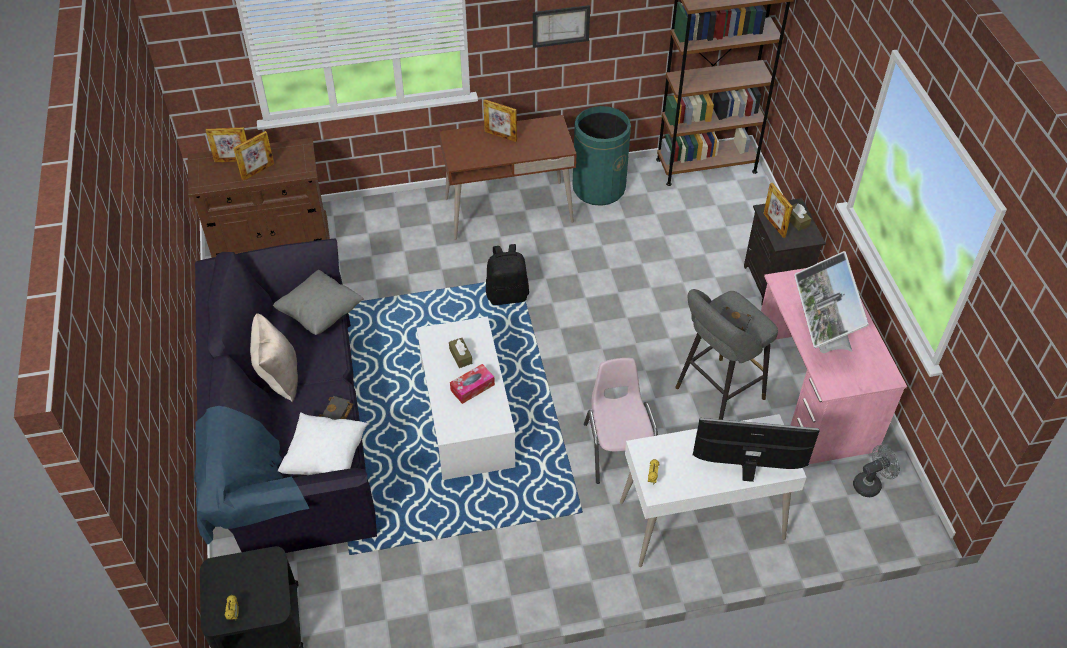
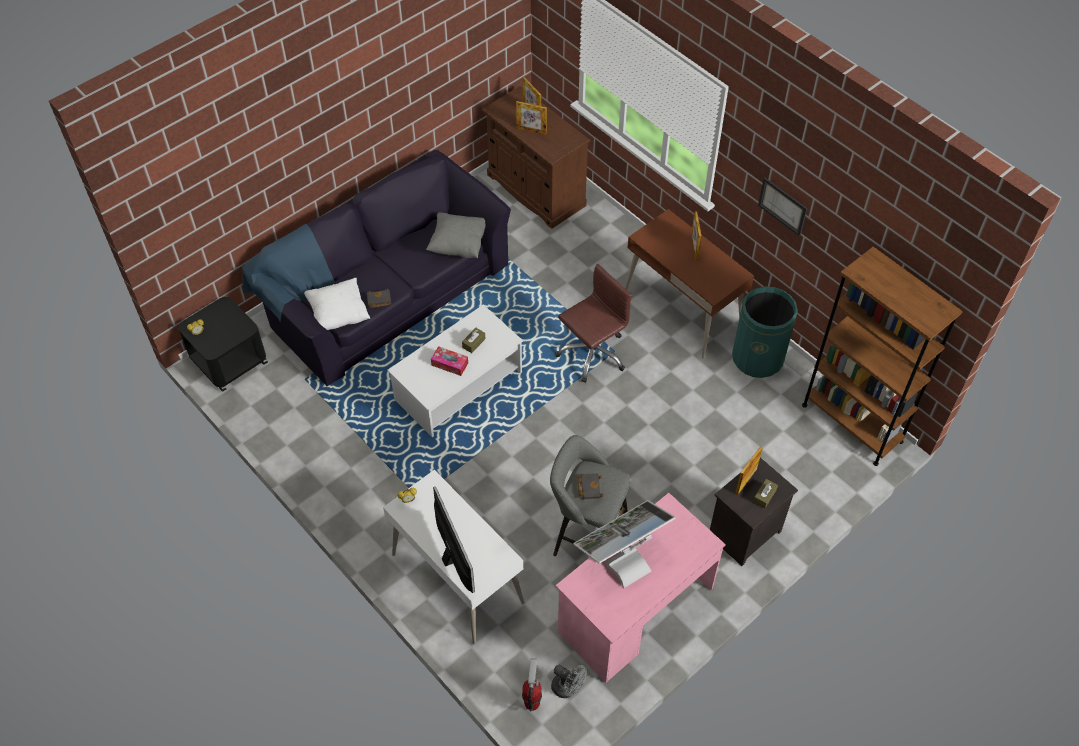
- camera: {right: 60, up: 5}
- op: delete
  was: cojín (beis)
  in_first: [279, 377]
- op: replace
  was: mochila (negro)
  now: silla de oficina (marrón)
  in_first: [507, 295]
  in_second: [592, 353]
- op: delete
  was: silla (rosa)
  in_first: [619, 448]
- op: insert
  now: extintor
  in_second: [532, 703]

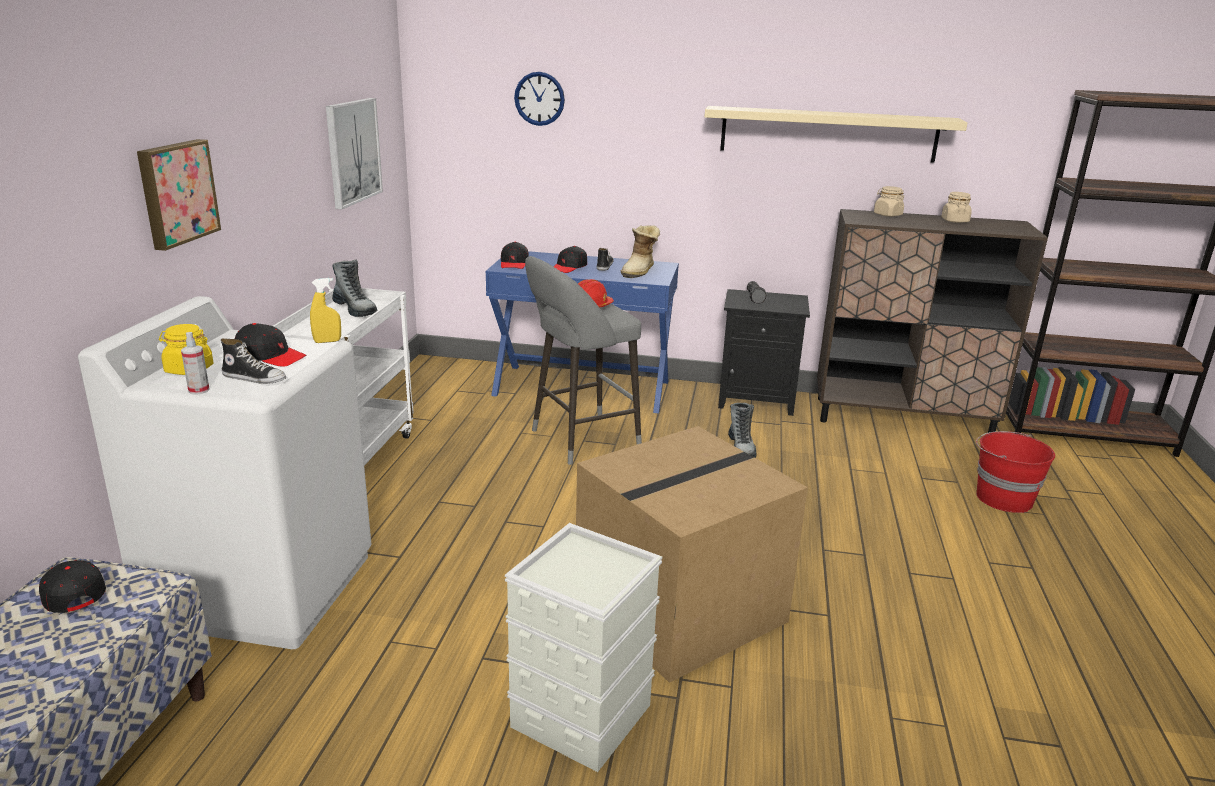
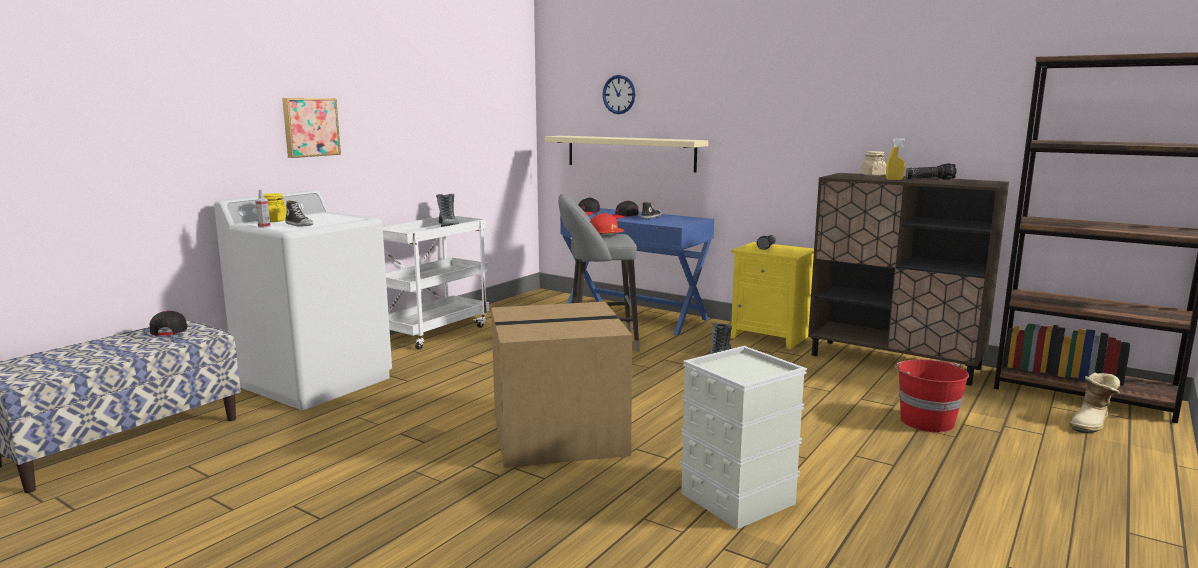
- camera: {right: 25, up: -10}
- op: delete
  was: gorra (negro)
  in_first: [270, 356]
- op: move
  was: pulverizador (amarillo)
  in_first: [327, 341]
  in_second: [894, 179]
- op: delete
  was: cuadro
  in_first: [352, 151]
- op: move
  was: caja de almacenaje (gris)
  in_first: [582, 717]
  in_second: [737, 499]
- op: move
  was: bota
  in_first: [640, 271]
  in_second: [1092, 424]
- op: move
  was: estante (beis)
  in_first: [828, 134]
  in_second: [630, 153]
- op: recolor
  was: mesita de noche (negro)
  now: mesita de noche (amarillo)
  in_first: [757, 399]
  in_second: [771, 337]
- op: replace
  was: tarro (beis)
  now: linterna
  in_first: [954, 221]
  in_second: [930, 179]

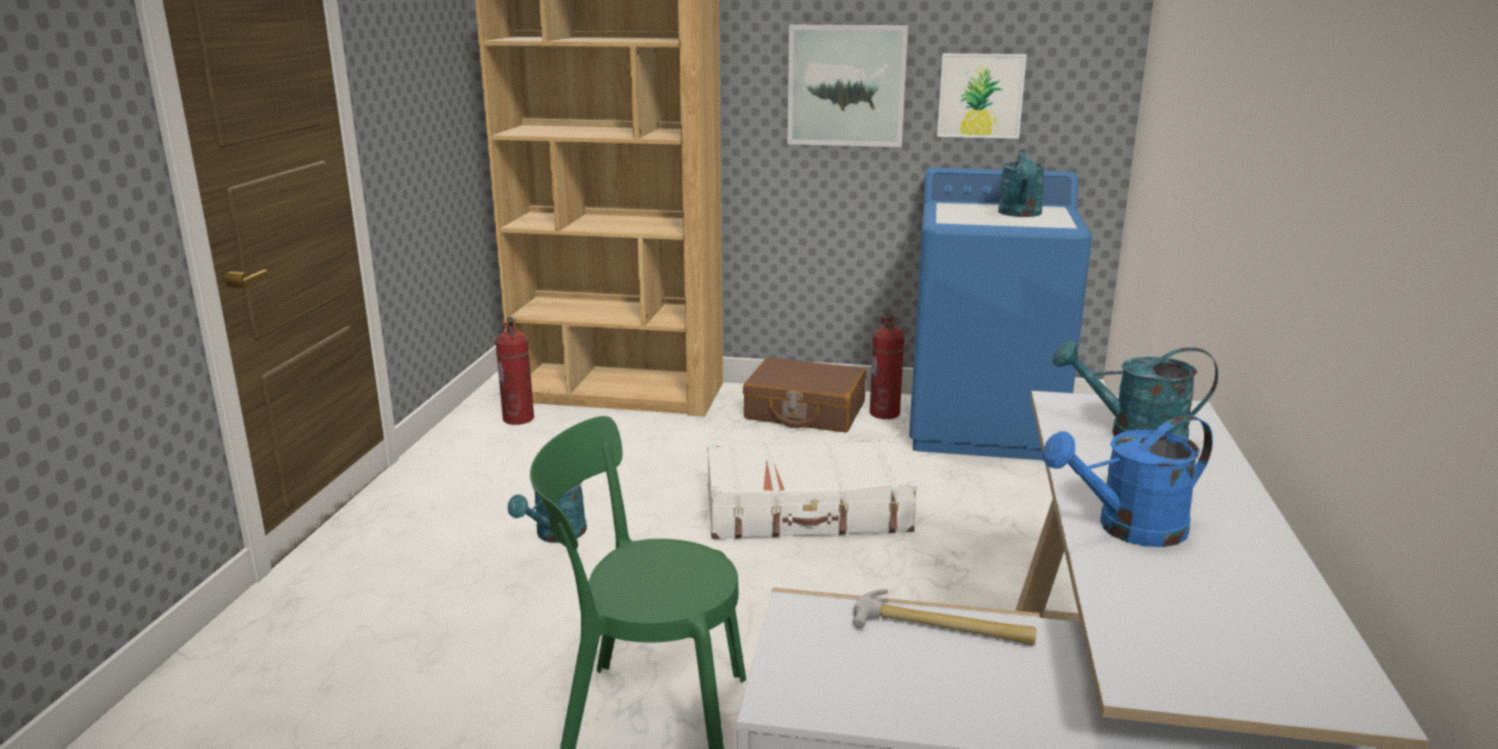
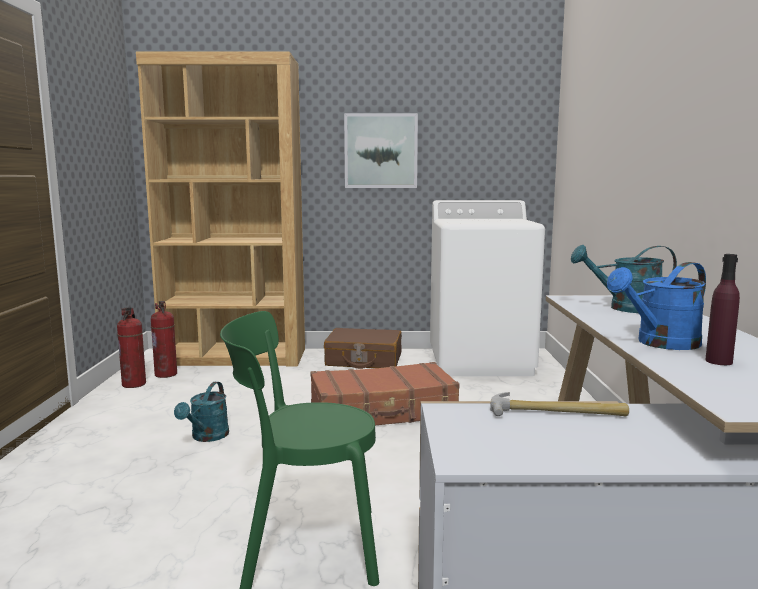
- camera: {right: -10, up: -10}
- op: recolor
  was: maleta (blanco)
  now: maleta (marrón)
  in_first: [807, 511]
  in_second: [383, 411]
- op: move
  was: extintor
  in_first: [885, 413]
  in_second: [134, 384]
- op: recolor
  was: lavadora (azul)
  now: lavadora (blanco)
  in_first: [984, 426]
  in_second: [481, 361]
- op: delete
  was: cuadro
  in_first: [980, 95]
- op: delete
  was: regadera (turquesa)
  in_first: [1020, 214]
- op: insert
  now: botella (morado)
  in_second: [718, 361]

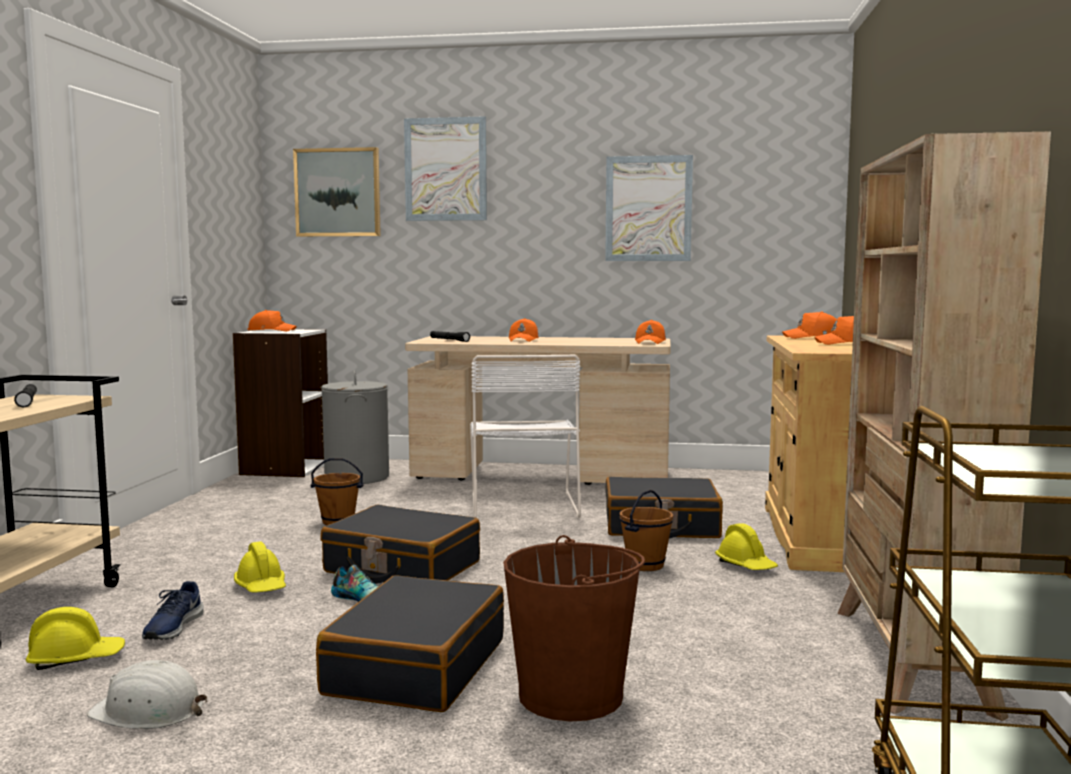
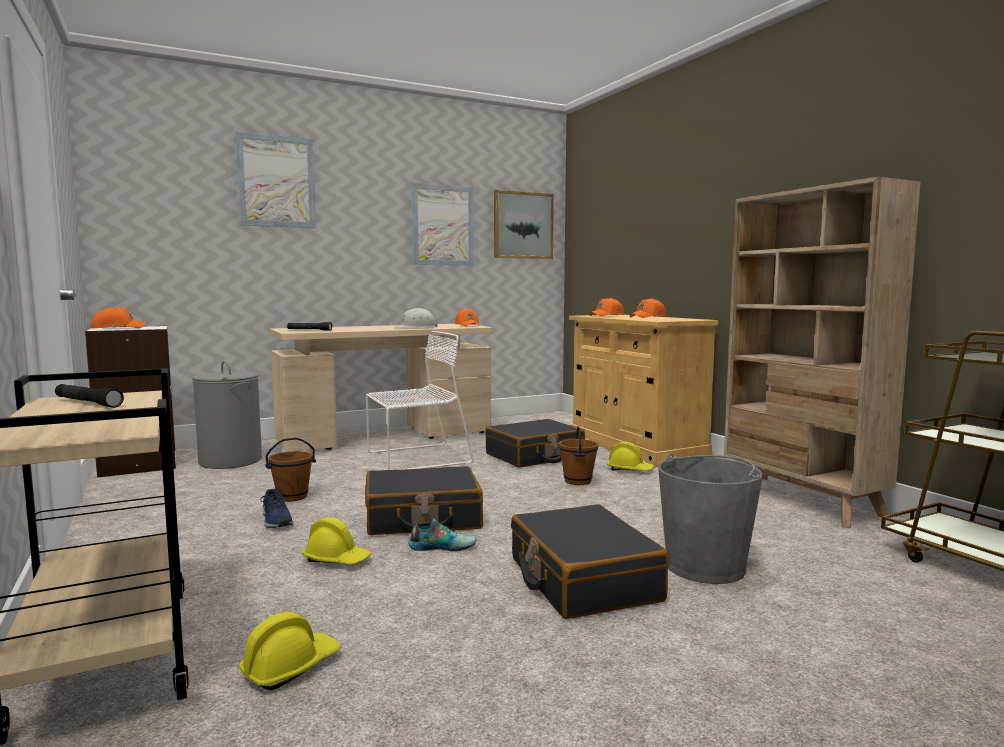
- camera: {right: -35, up: 0}
- op: move
  was: casco (blanco)
  in_first: [148, 711]
  in_second: [416, 328]
- op: move
  was: zapato (azul)
  in_first: [172, 627]
  in_second: [276, 521]
- op: move
  was: cuadro
  in_first: [338, 192]
  in_second: [523, 225]
- op: rotate
  was: silla (blanco)
  in_first: [523, 504]
  in_second: [415, 458]
  clockwise: -75
- op: recolor
  was: cubo (marrón)
  now: cubo (gris)
  in_first: [572, 695]
  in_second: [705, 566]
- op: delete
  was: gorra (naranja)
  in_first: [524, 340]

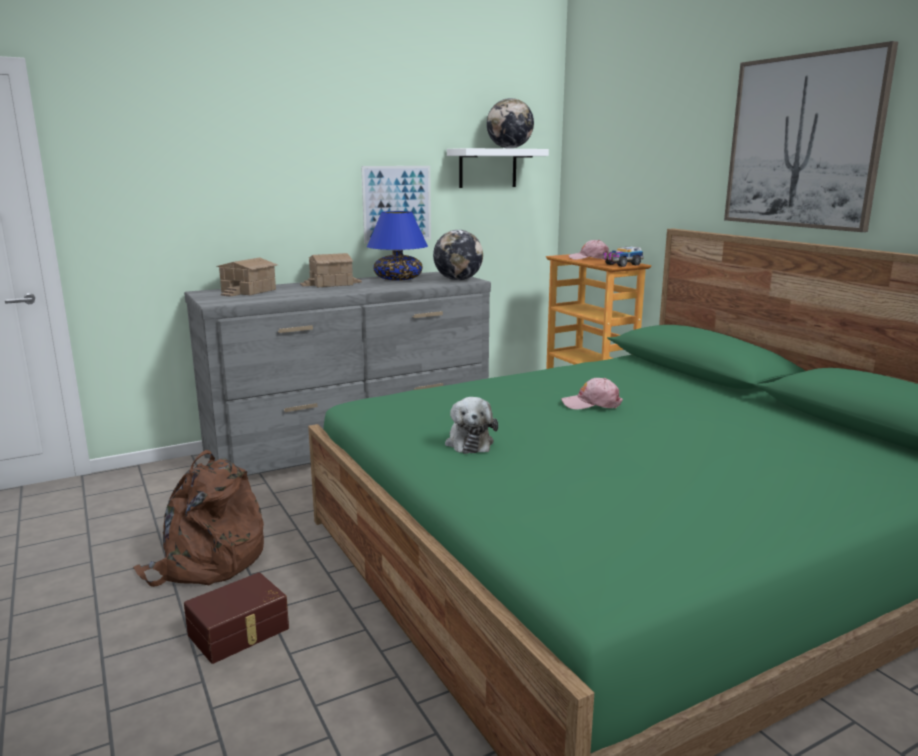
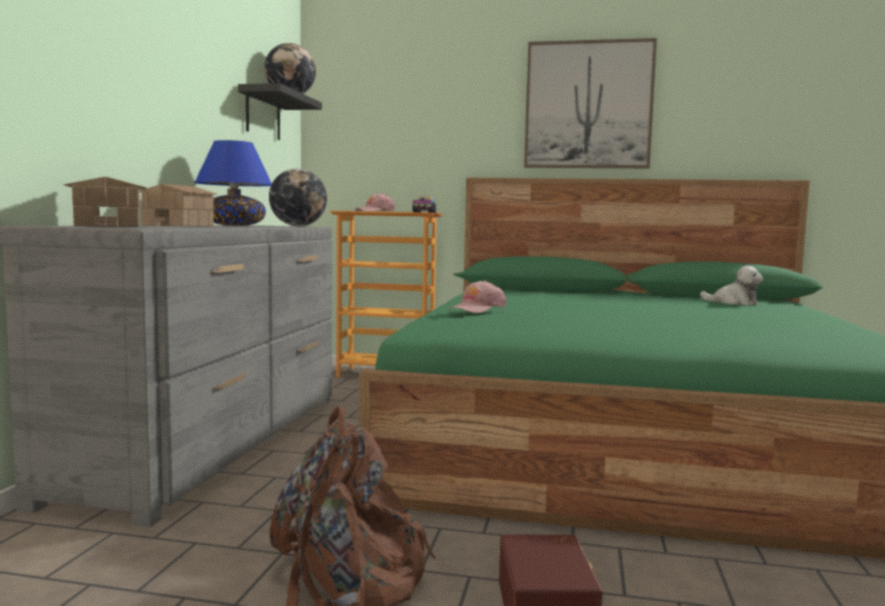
- camera: {right: -50, up: -10}
- op: delete
  was: cuadro
  in_first: [397, 204]
- op: move
  was: peluche
  in_first: [469, 442]
  in_second: [734, 303]
- op: recolor
  was: estante (blanco)
  now: estante (negro)
  in_first: [487, 168]
  in_second: [263, 115]
- op: move
  was: gorra (rosa)
  in_first: [591, 404]
  in_second: [477, 309]

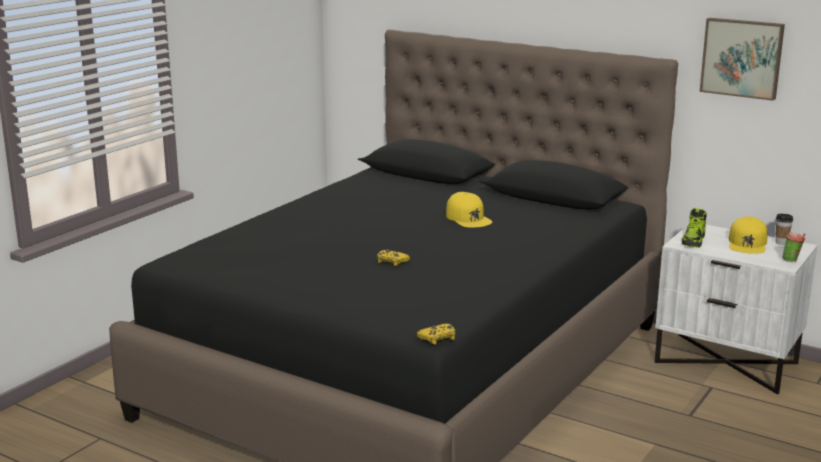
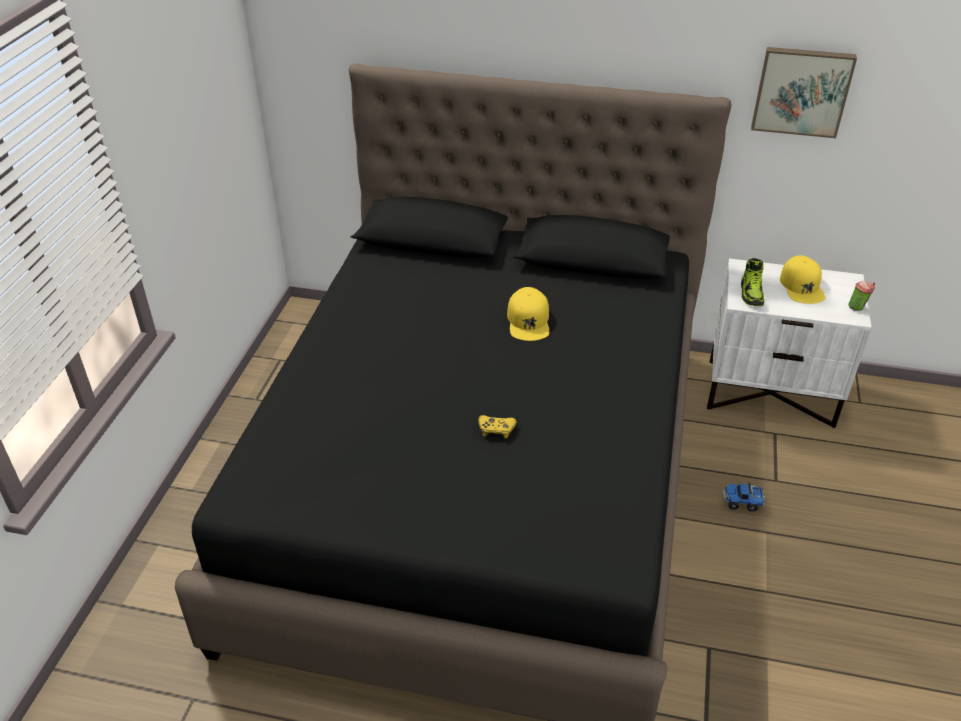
- camera: {right: -20, up: 20}
- op: delete
  was: mando de consola (amarillo)
  in_first: [438, 338]
- op: rotate
  was: gorra (amarillo)
  in_first: [468, 218]
  in_second: [528, 320]
  clockwise: 45
- op: delete
  was: taza
  in_first: [781, 242]
- op: insert
  now: camión de juguete
  in_second: [742, 502]

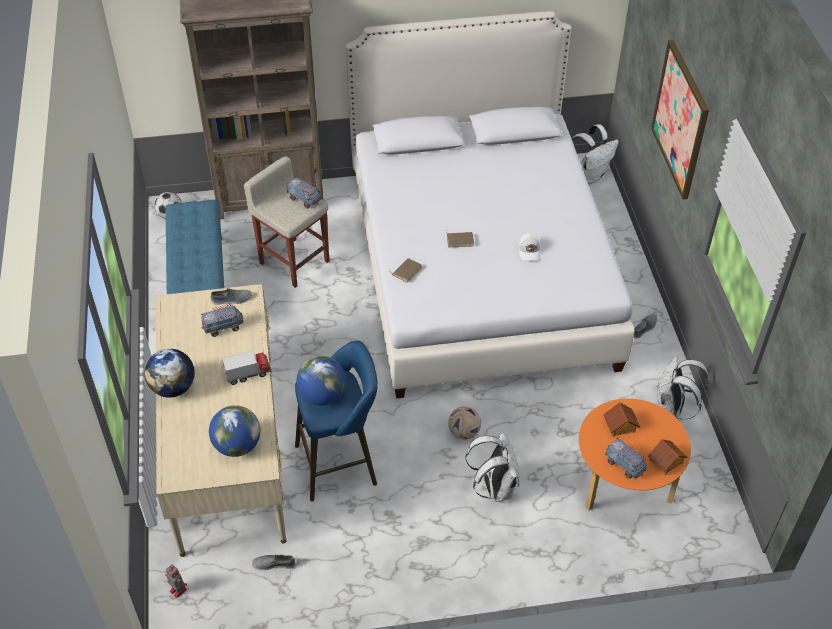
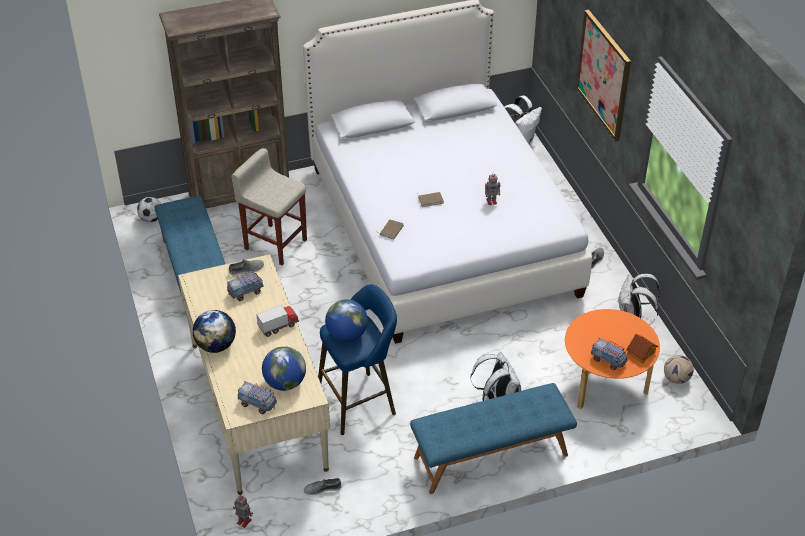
- camera: {right: -10, up: -5}
- op: move
  was: camión de juguete
  in_first: [304, 199]
  in_second: [257, 404]
- op: move
  was: balón de fútbol
  in_first: [464, 432]
  in_second: [676, 379]
- op: replace
  was: gorra (blanco)
  now: robot de juguete
  in_first: [530, 250]
  in_second: [492, 201]
- op: delete
  was: casita
  in_first: [620, 426]
- op: insert
  now: banco (azul)
  in_second: [491, 456]

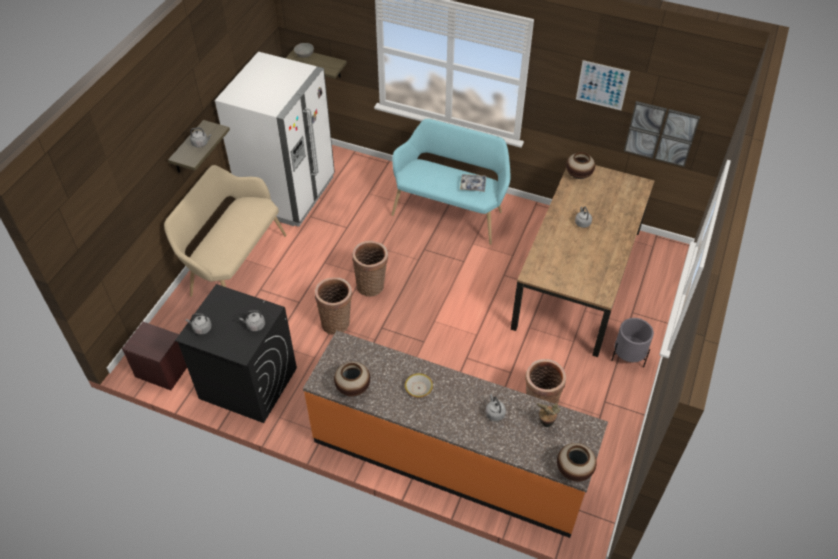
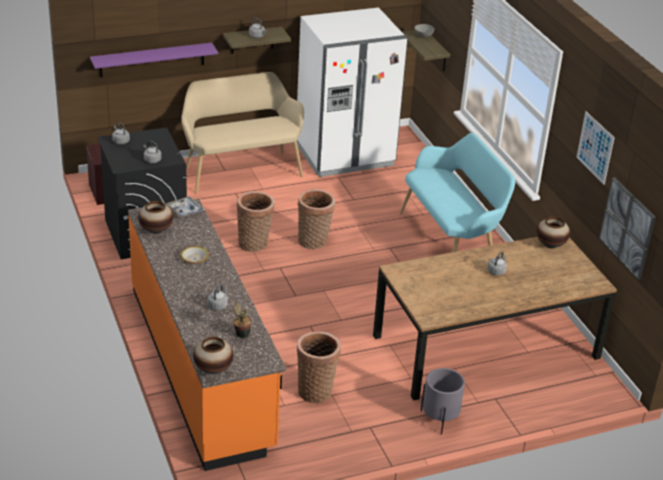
- camera: {right: 45, up: -15}
- op: move
  was: bandeja
  in_first: [473, 185]
  in_second: [185, 210]
- op: insert
  now: estante (morado)
  in_second: [152, 60]

